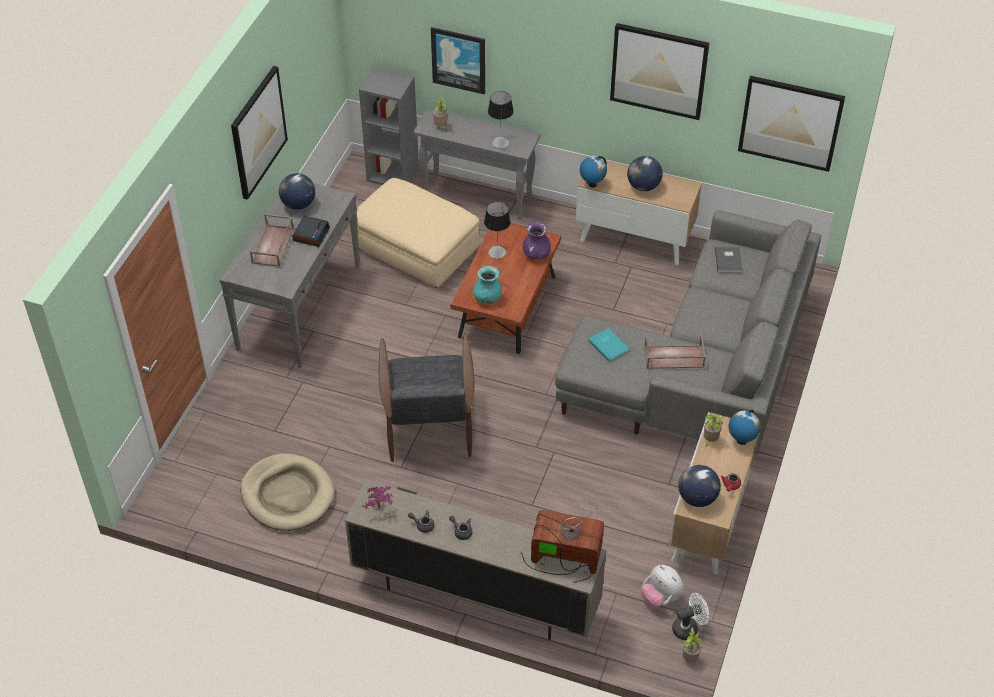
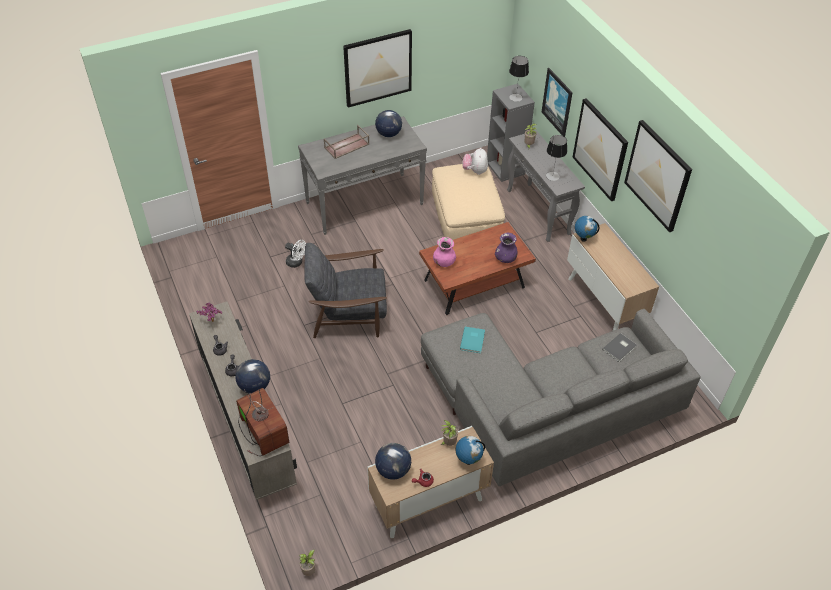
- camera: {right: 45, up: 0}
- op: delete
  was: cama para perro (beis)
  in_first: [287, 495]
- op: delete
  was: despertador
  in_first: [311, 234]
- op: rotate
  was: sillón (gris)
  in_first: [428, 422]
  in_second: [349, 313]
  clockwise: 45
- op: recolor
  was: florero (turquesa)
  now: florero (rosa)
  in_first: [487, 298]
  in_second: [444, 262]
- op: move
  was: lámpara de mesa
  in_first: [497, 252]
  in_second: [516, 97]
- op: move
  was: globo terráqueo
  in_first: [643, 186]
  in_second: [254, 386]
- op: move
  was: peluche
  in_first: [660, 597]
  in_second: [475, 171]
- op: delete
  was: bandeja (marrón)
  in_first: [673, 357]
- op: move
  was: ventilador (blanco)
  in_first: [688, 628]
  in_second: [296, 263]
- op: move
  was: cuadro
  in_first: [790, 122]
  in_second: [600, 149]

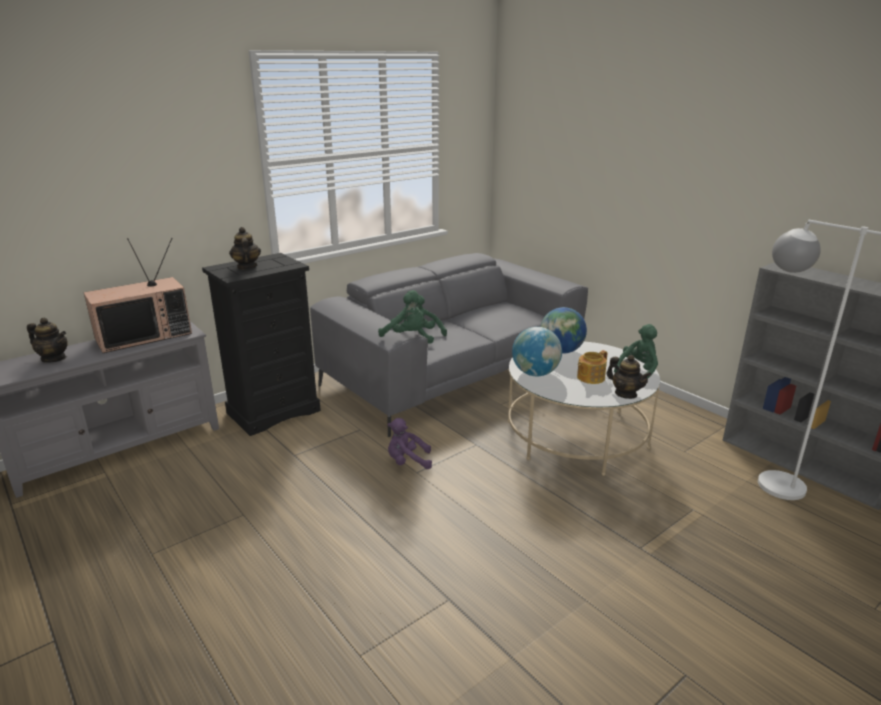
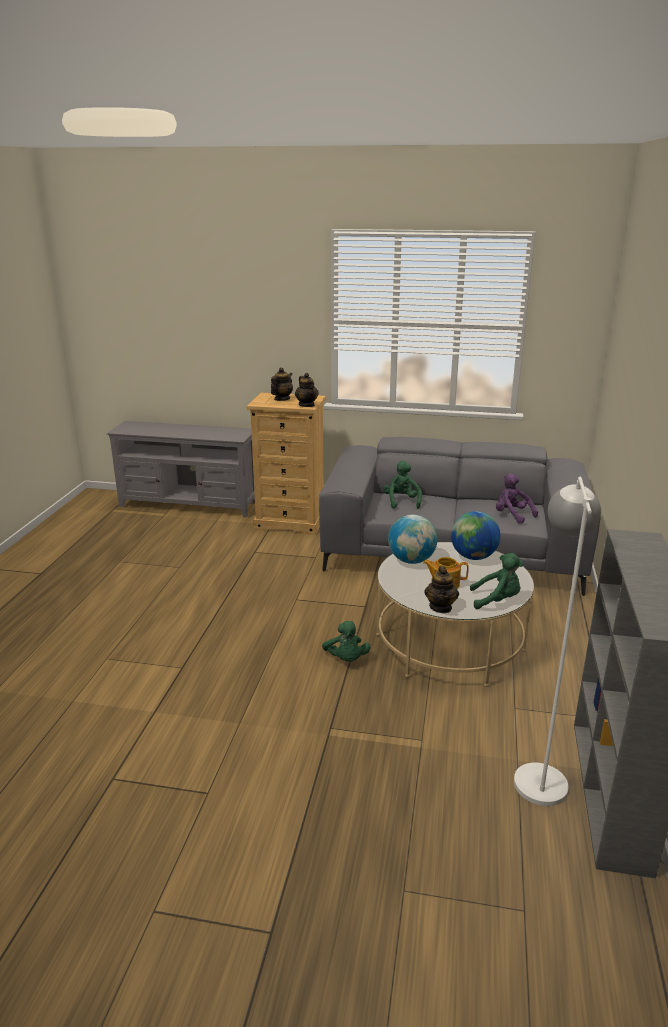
- camera: {right: 50, up: 0}
- op: move
  was: tetera
  in_first: [54, 358]
  in_second: [307, 405]
- op: delete
  was: televisor
  in_first: [145, 335]
- op: recolor
  was: cómoda (negro)
  now: cómoda (beis)
  in_first: [274, 411]
  in_second: [291, 522]
- op: move
  was: peluche (verde)
  in_first: [406, 334]
  in_second: [346, 659]
- op: move
  was: peluche (morado)
  in_first: [407, 462]
  in_second: [512, 515]

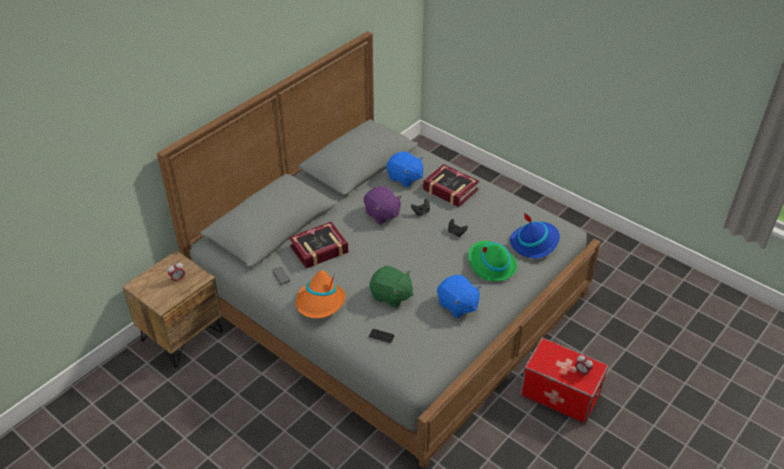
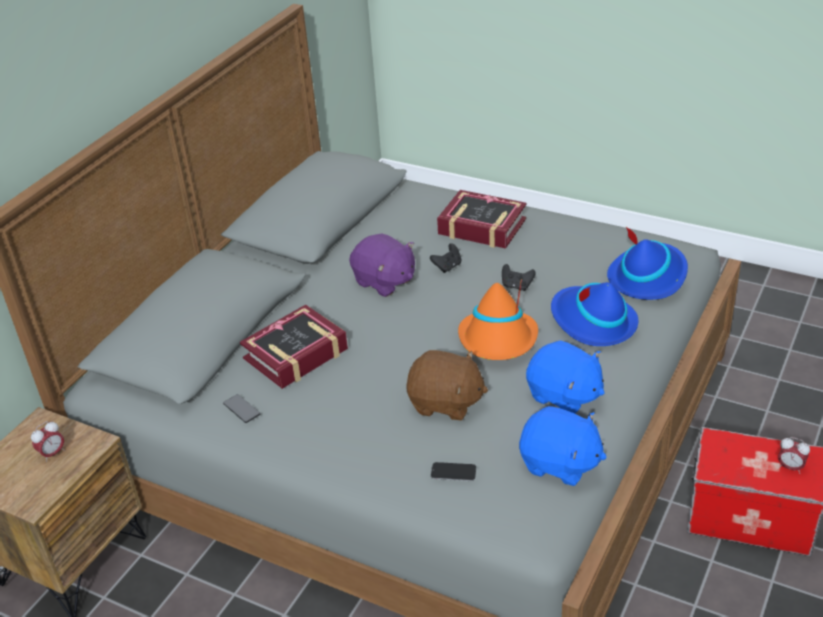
- camera: {right: -10, up: -5}
- op: move
  was: sombrero (naranja)
  in_first: [320, 303]
  in_second: [498, 340]
- op: recolor
  was: peluche (verde)
  now: peluche (marrón)
  in_first: [391, 296]
  in_second: [445, 403]
- op: move
  was: peluche (azul)
  in_first: [405, 178]
  in_second: [560, 464]
- op: recolor
  was: sombrero (verde)
  now: sombrero (azul)
  in_first: [491, 264]
  in_second: [592, 322]

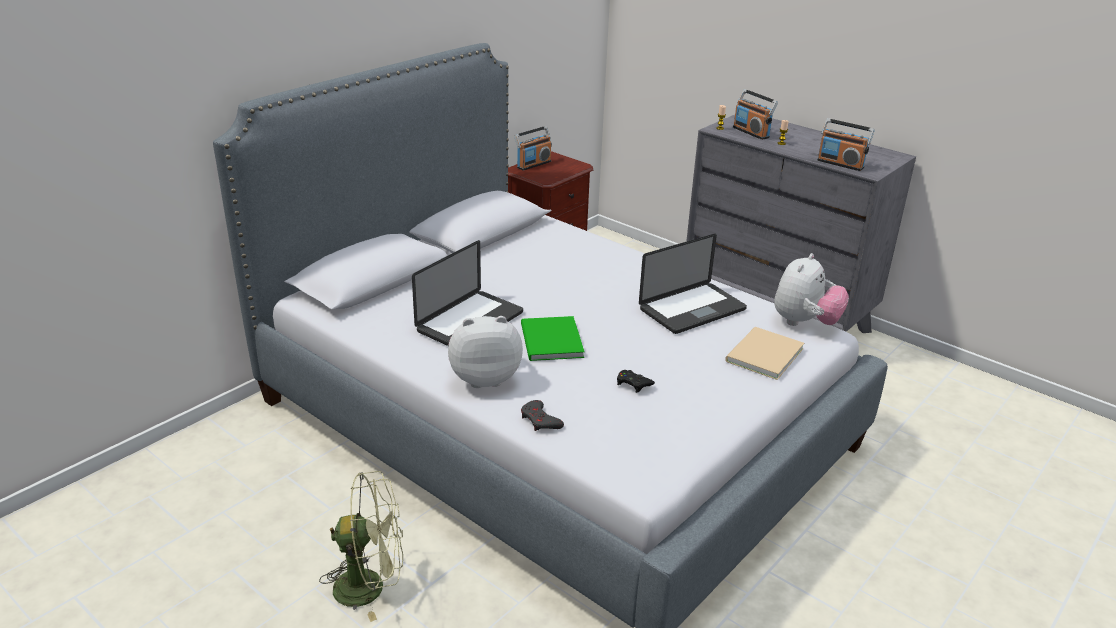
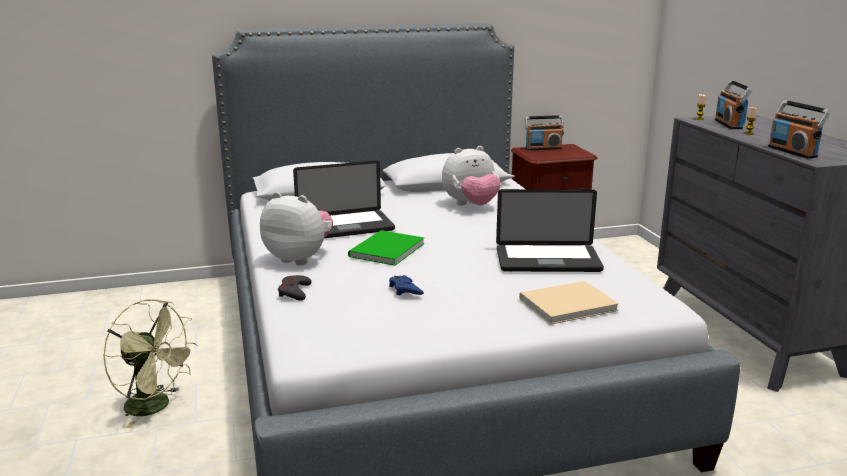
- camera: {right: 35, up: -10}
- op: recolor
  was: mando de consola (negro)
  now: mando de consola (azul)
  in_first: [633, 384]
  in_second: [405, 290]
- op: move
  was: peluche
  in_first: [804, 323]
  in_second: [471, 205]

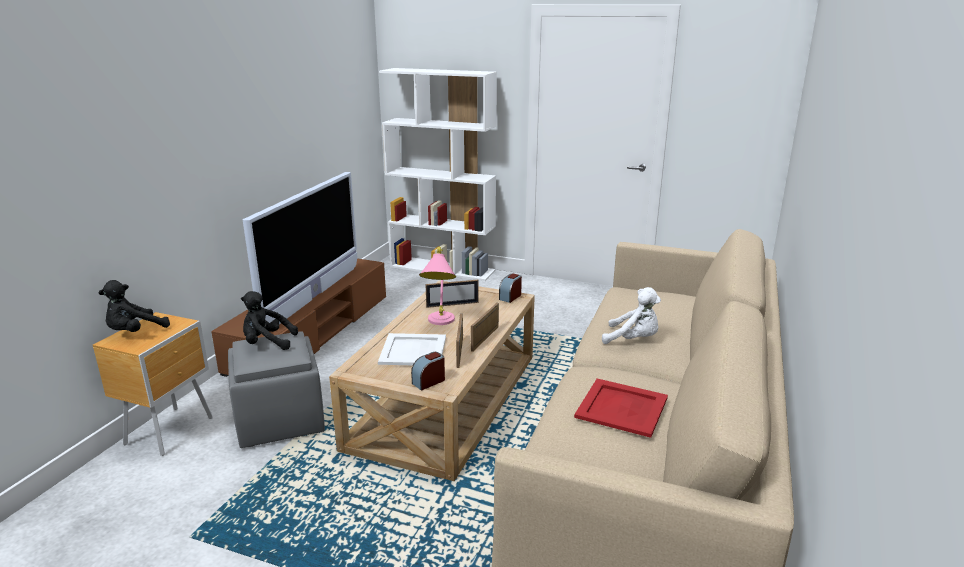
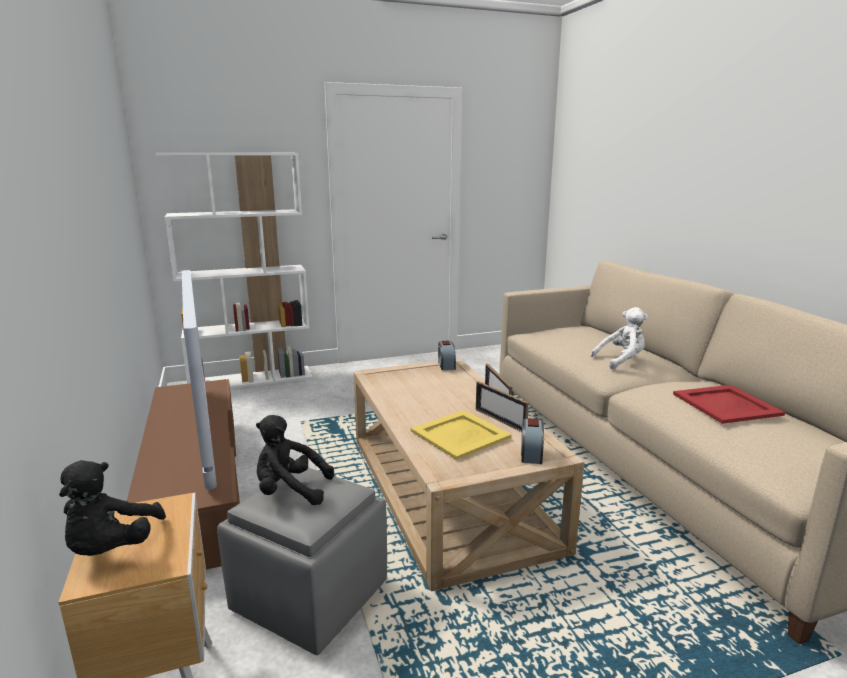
- camera: {right: -40, up: -5}
- op: rotate
  was: peluche (negro)
  in_first: [267, 343]
  in_second: [290, 491]
  clockwise: 45
- op: recolor
  was: bandeja (blanco)
  now: bandeja (amarillo)
  in_first: [414, 350]
  in_second: [460, 434]
- op: delete
  was: lámpara de mesa (rosa)
  in_first: [439, 323]
- op: delete
  was: portarretratos
  in_first: [452, 304]

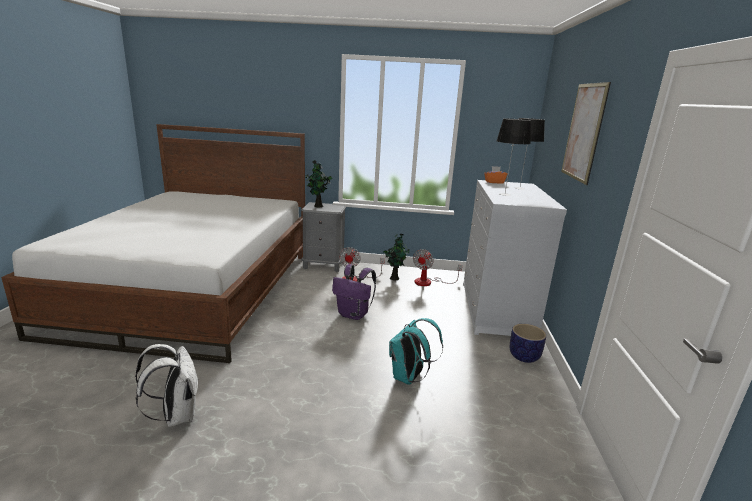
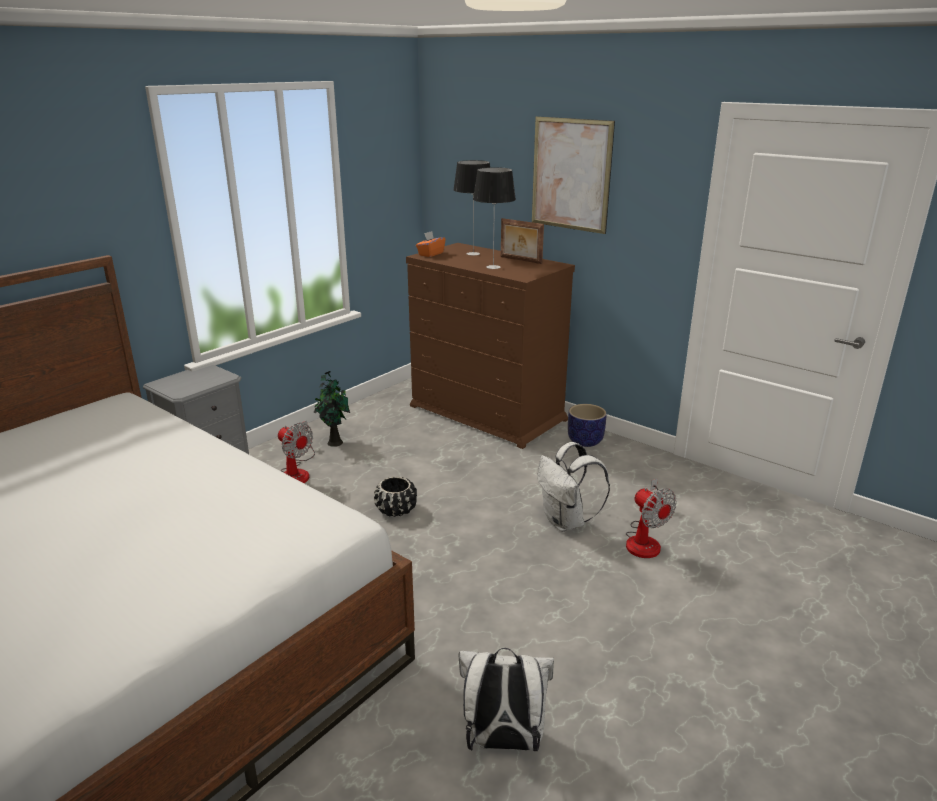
- camera: {right: -55, up: 5}
- op: delete
  was: planta en maceta
  in_first: [318, 206]
- op: replace
  was: mochila (morado)
  now: maceta (negro)
  in_first: [354, 315]
  in_second: [396, 509]
- op: recolor
  was: mochila (turquesa)
  now: mochila (blanco)
  in_first: [409, 377]
  in_second: [566, 522]
- op: move
  was: ventilador
  in_first: [429, 282]
  in_second: [645, 540]
- op: recolor
  was: cómoda (blanco)
  now: cómoda (marrón)
  in_first: [497, 309]
  in_second: [487, 413]
- op: insert
  now: portarretratos
  in_second: [520, 260]

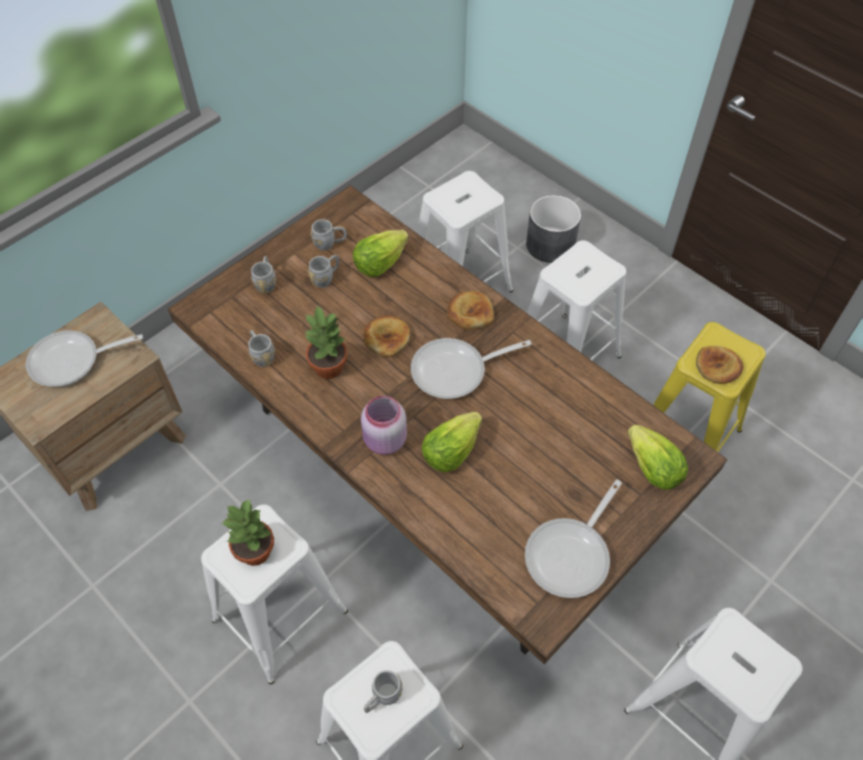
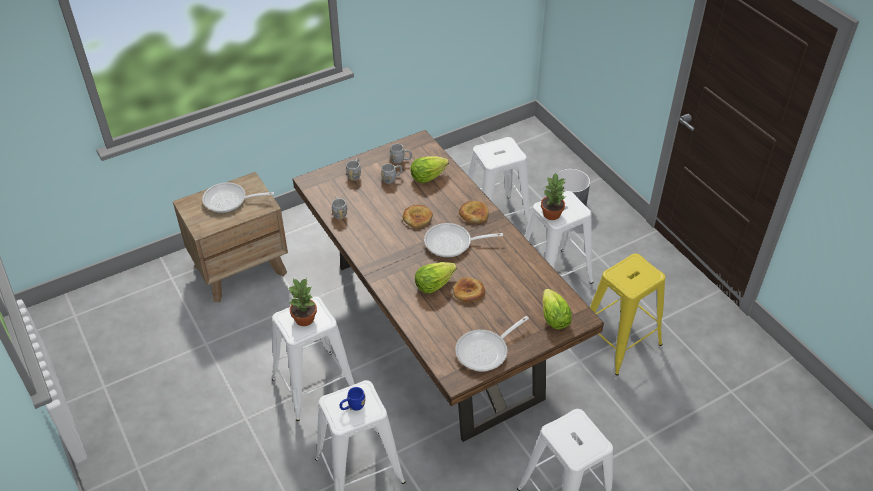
- camera: {right: 15, up: -10}
- op: move
  was: planta en maceta
  in_first: [329, 366]
  in_second: [552, 214]
- op: delete
  was: tarro (rosa)
  in_first: [384, 441]
- op: recolor
  was: taza grande (gris)
  now: taza grande (azul)
  in_first: [382, 698]
  in_second: [353, 406]
- op: move
  was: pan
  in_first: [717, 367]
  in_second: [468, 292]

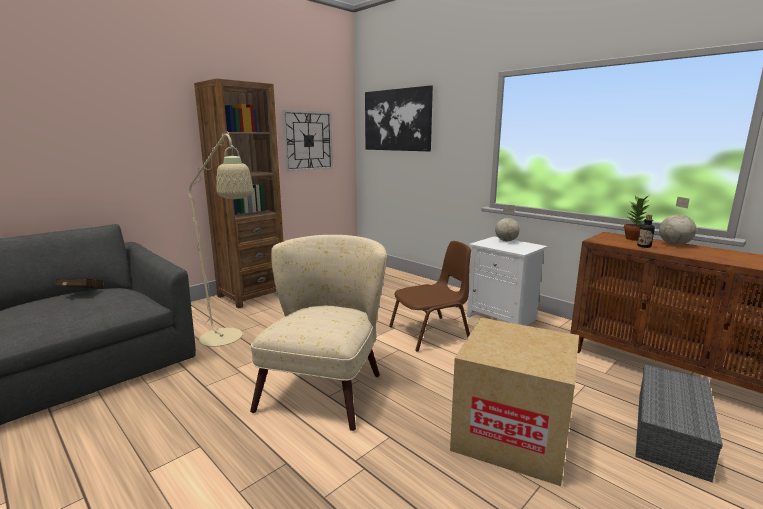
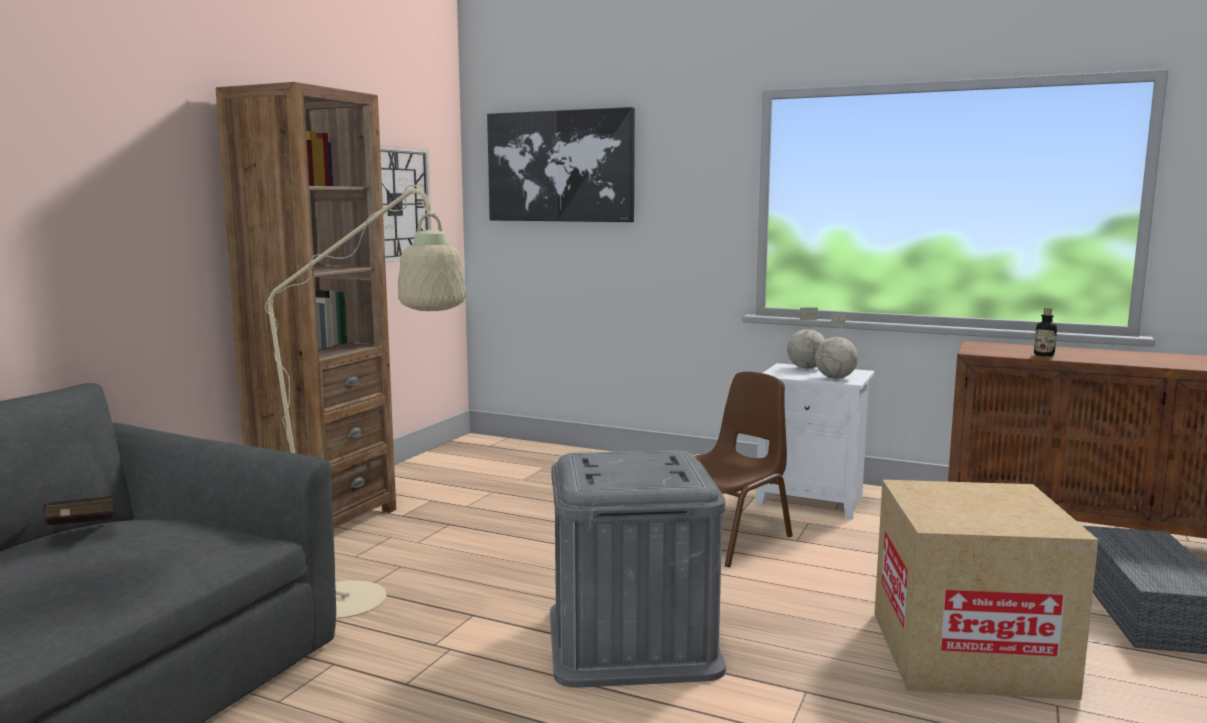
- camera: {right: -20, up: -5}
- op: replace
  was: sillón (beis)
  now: caja de almacenaje (gris)
  in_first: [327, 385]
  in_second: [632, 641]
- op: delete
  was: planta en maceta
  in_first: [634, 239]
- op: move
  was: globo terráqueo
  in_first: [674, 244]
  in_second: [835, 378]

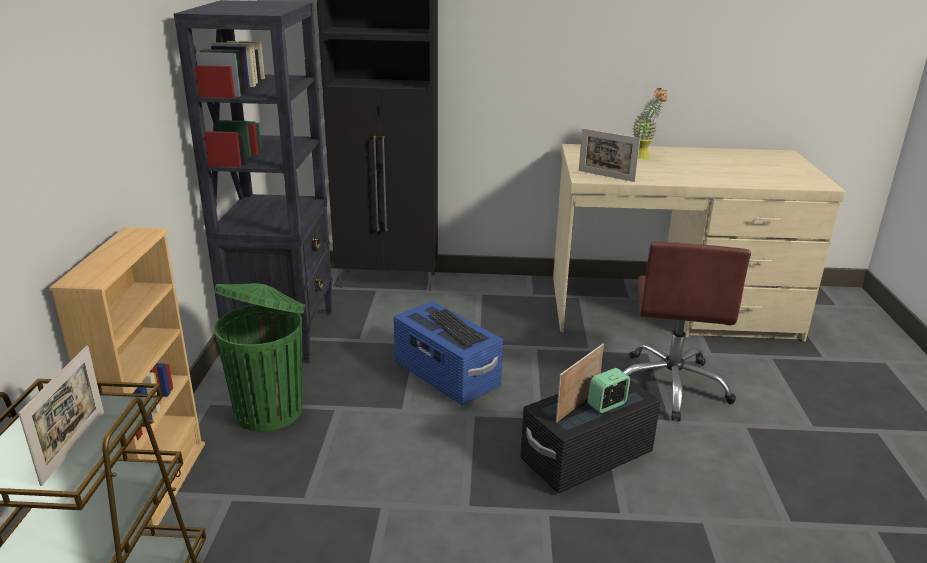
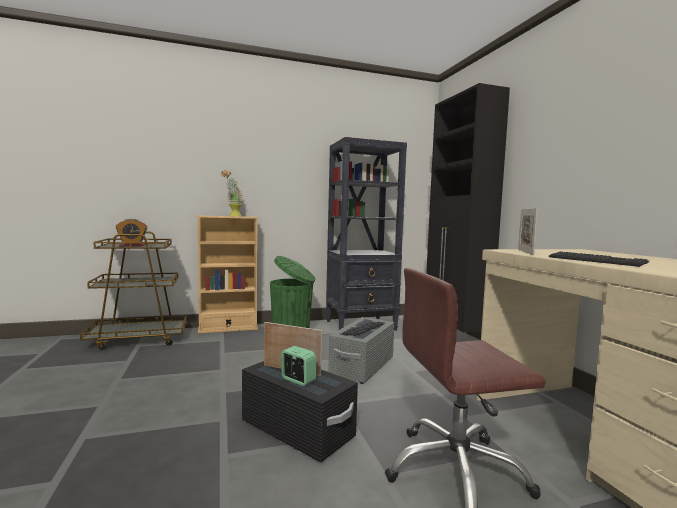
- camera: {right: 70, up: -20}
- op: replace
  was: portarretratos
  now: despertador
  in_first: [74, 446]
  in_second: [132, 246]
- op: recolor
  was: caja de almacenaje (azul)
  now: caja de almacenaje (gris)
  in_first: [446, 375]
  in_second: [362, 367]
- op: move
  was: planta en maceta
  in_first: [645, 157]
  in_second: [232, 216]
- op: insert
  now: teclado
  in_second: [595, 261]

